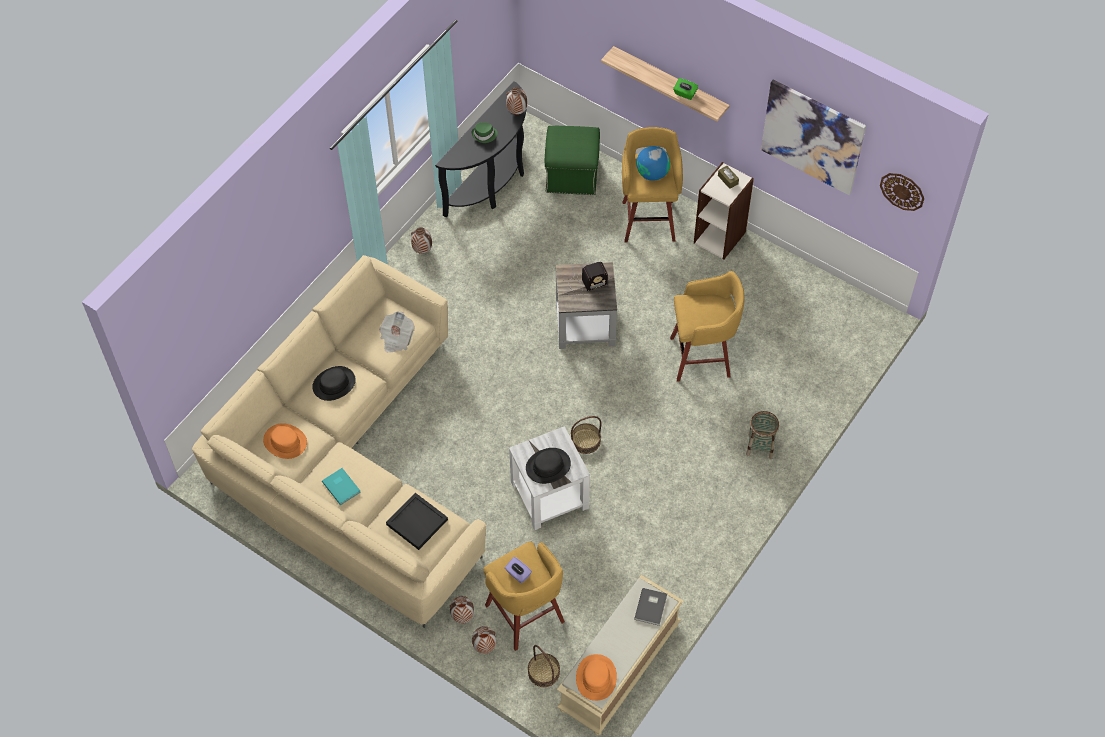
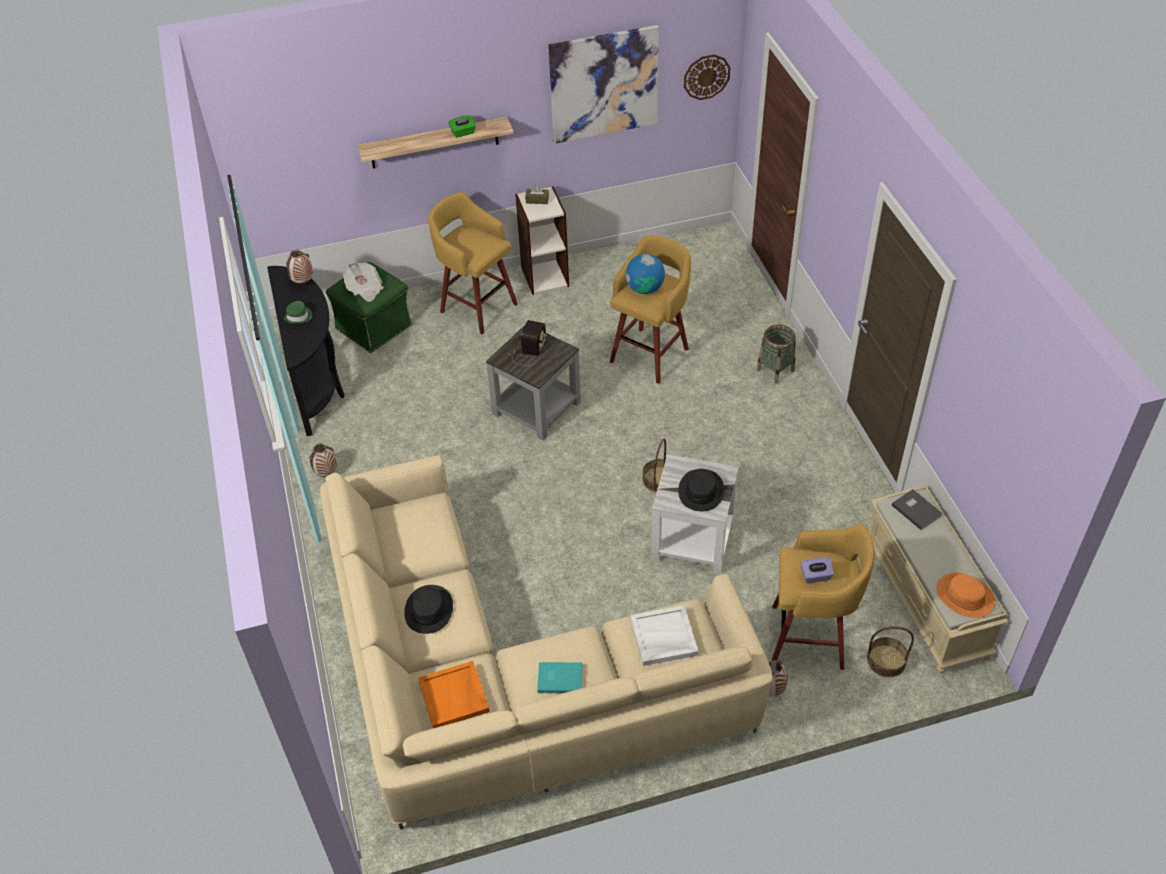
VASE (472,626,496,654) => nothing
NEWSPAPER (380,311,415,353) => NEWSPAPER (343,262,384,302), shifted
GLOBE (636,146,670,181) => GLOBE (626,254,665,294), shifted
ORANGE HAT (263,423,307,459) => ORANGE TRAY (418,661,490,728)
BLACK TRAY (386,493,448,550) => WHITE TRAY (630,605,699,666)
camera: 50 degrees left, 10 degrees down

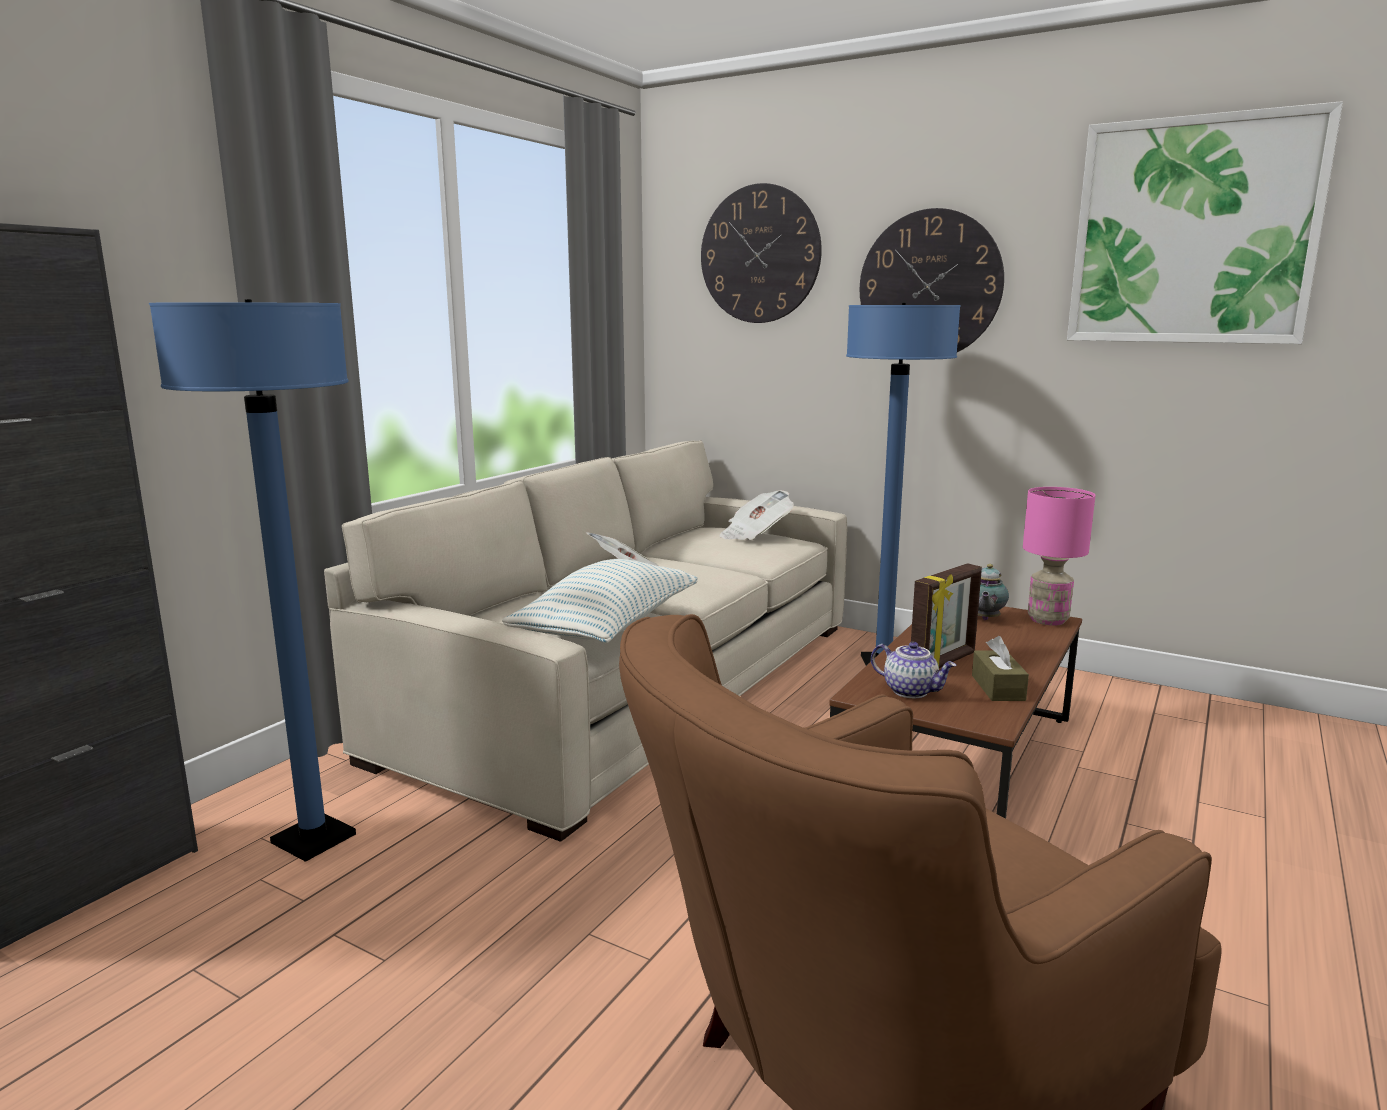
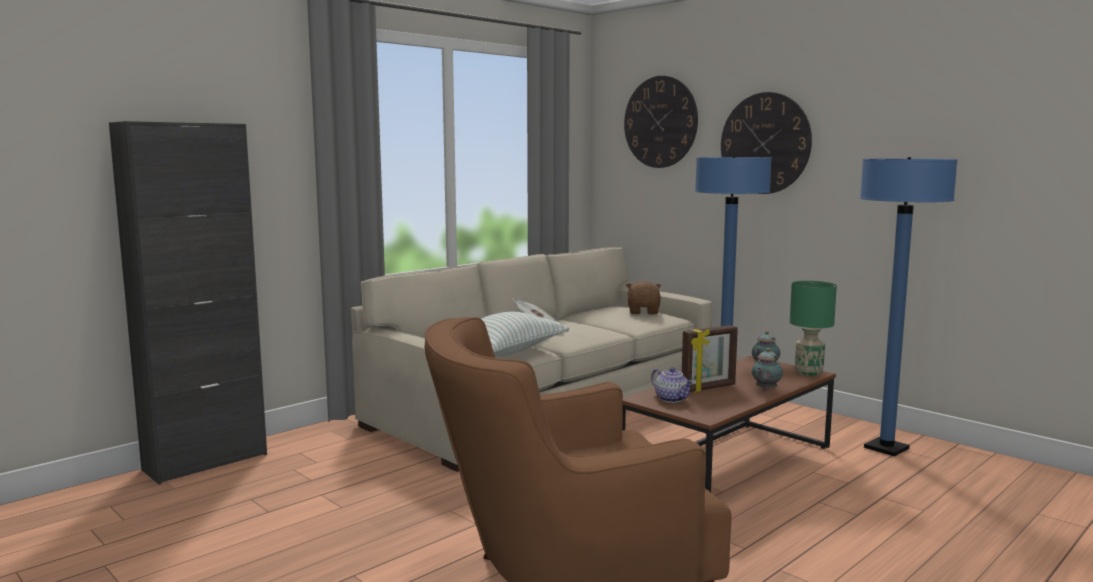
BROWN TISSUE BOX (972,636,1029,701) => nothing
PICTURE (1067,101,1343,344) => nothing
nothing => TEAPOT (752,348,783,391)
BLUE FLOOR LAMP (149,299,356,862) => BLUE FLOOR LAMP (860,157,958,456), shifted
NEWSPAPER (719,490,794,540) => BROWN PLUSH TOY (626,281,661,314)
PINK TABLE LAMP (1023,487,1095,626) => GREEN TABLE LAMP (790,281,837,376)
camera: 15 degrees right, 5 degrees down

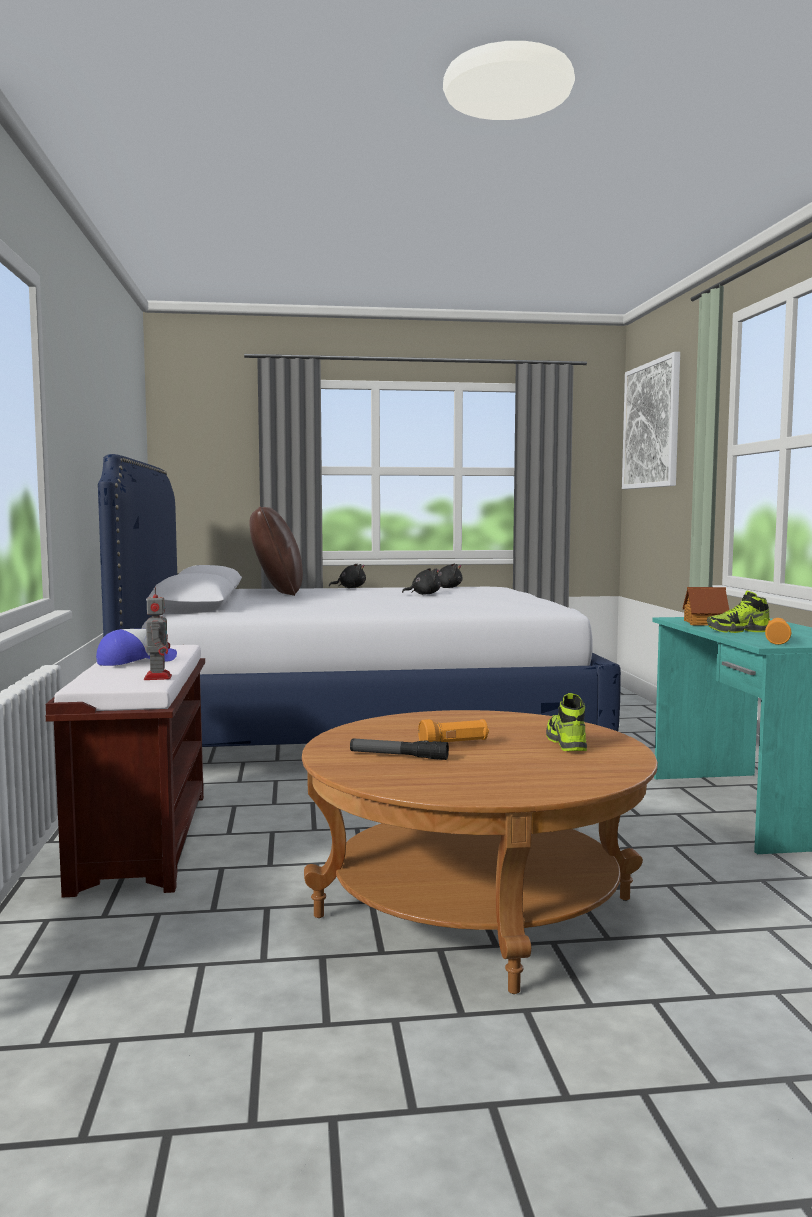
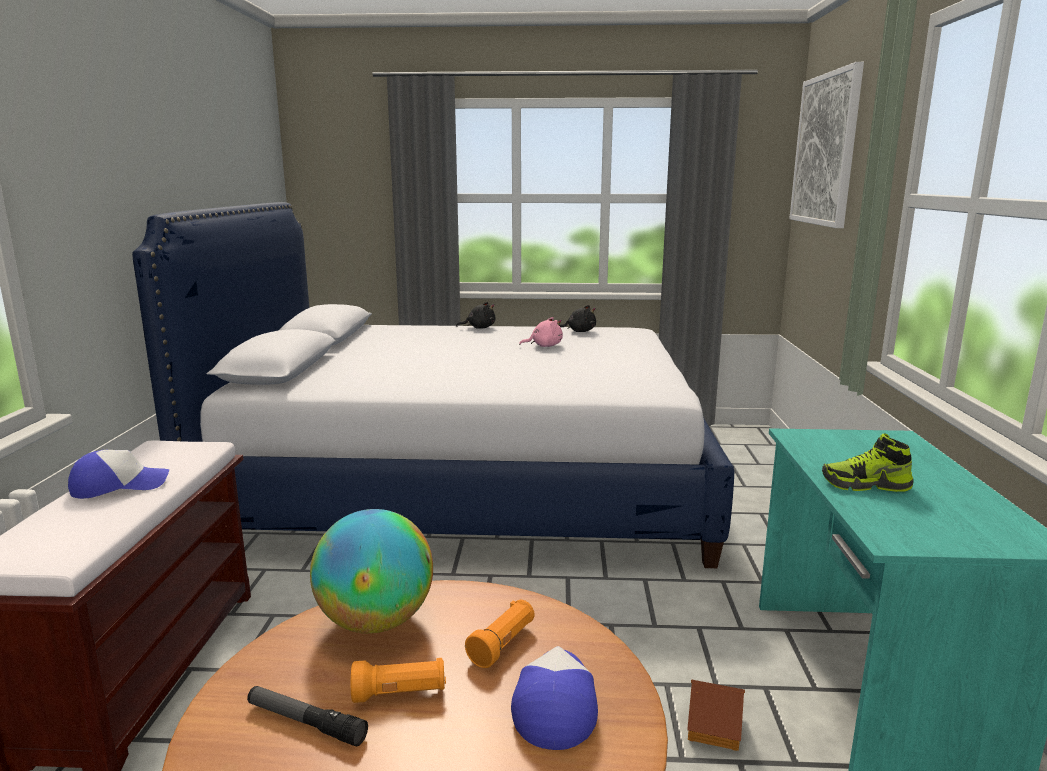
TOY ROBOT (144,587,172,680) => nothing
BROWN PILLOW (249,507,303,596) => nothing
nothing => GLOBE (310,509,433,634)
TOY HOUSE (683,587,729,626) => TOY HOUSE (687,679,745,751), shifted
ORANGE FLASHLIGHT (765,618,791,645) => ORANGE FLASHLIGHT (465,600,535,668), shifted
SHOE (546,693,587,751) => CAP (511,646,598,750)
BLACK PLUSH TOY (402,568,441,595) => PINK PLUSH TOY (519,317,563,347)
camera: 10 degrees right, 10 degrees up

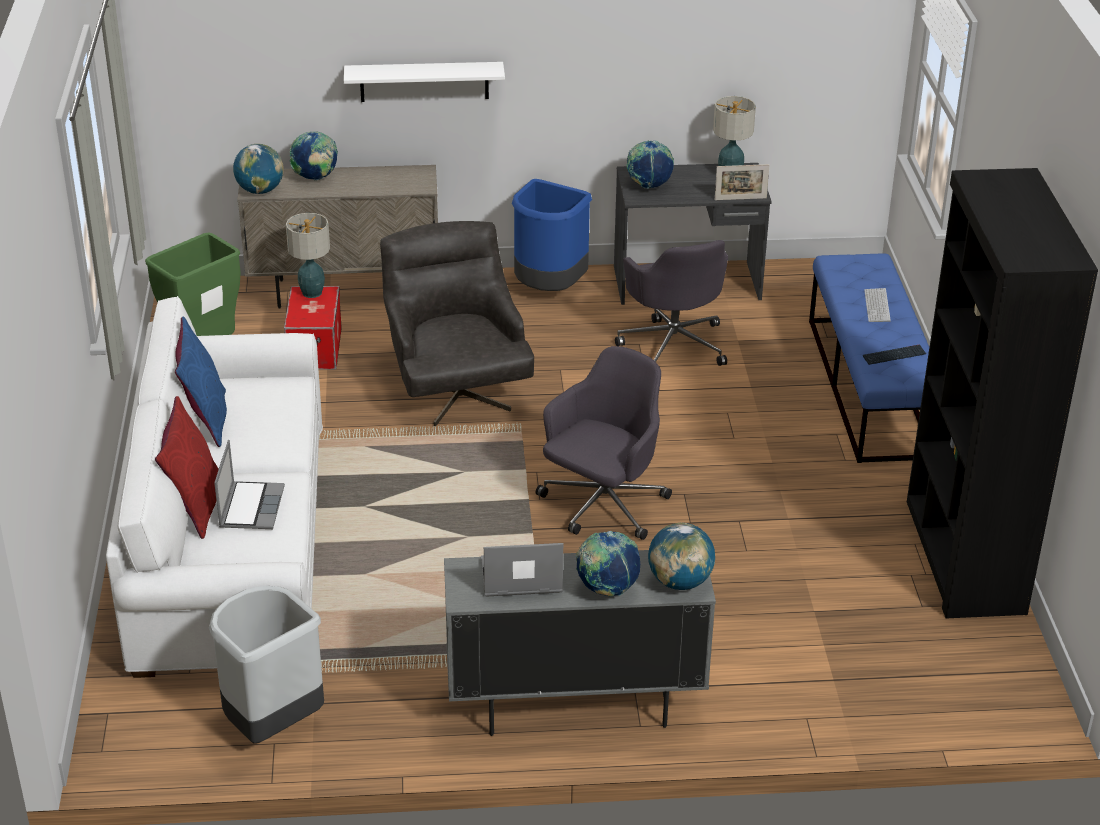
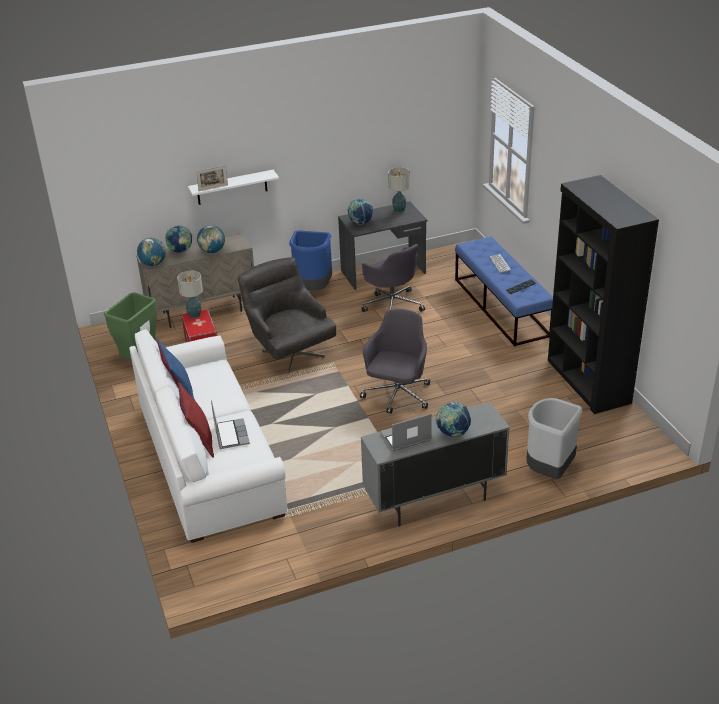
GREY TRASH CAN (209,586,324,743) => GREY TRASH CAN (526,398,582,480), shifted
GLOBE (648,523,715,590) => GLOBE (197,225,225,253), shifted
PICTURE FRAME (715,164,770,200) => PICTURE FRAME (196,165,228,191), shifted
camera: 15 degrees left, 0 degrees up

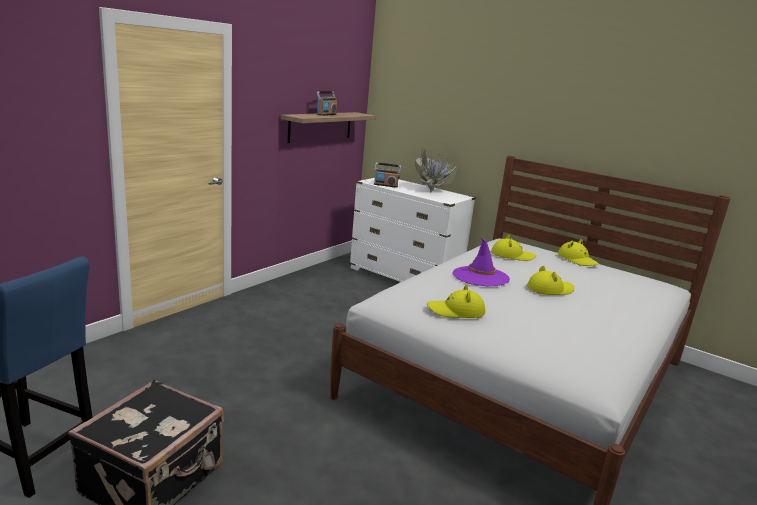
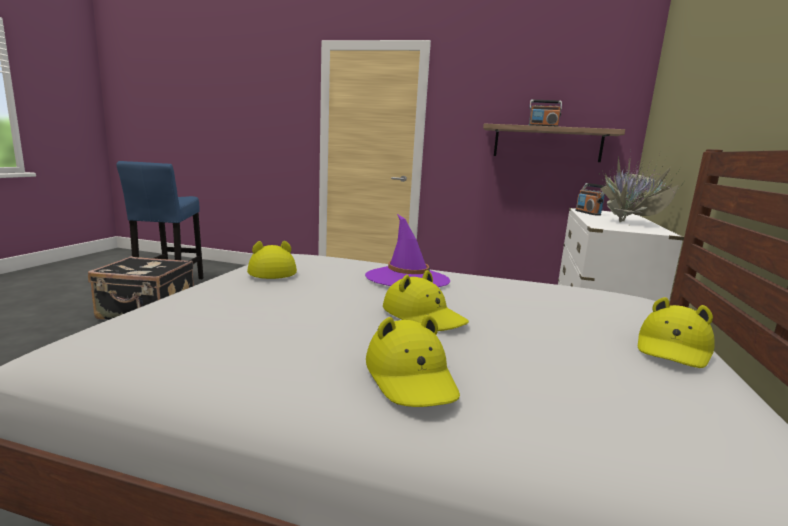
YELLOW HAT (491,234,536,261) => YELLOW HAT (366,314,460,407), shifted
camera: 70 degrees right, 5 degrees down

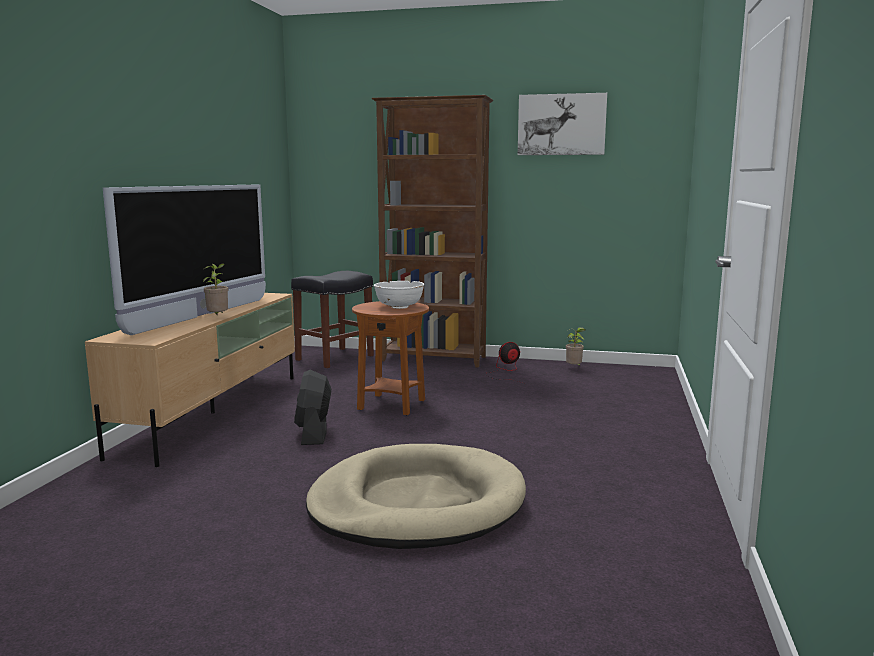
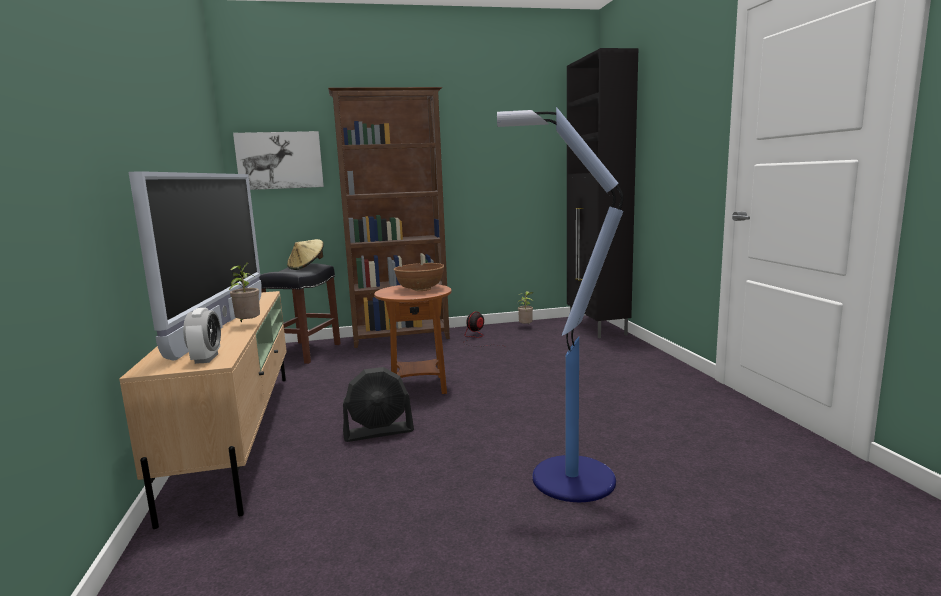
nothing => ALARM CLOCK (183,308,221,364)
nothing => BEIGE HAT (287,239,324,270)
nothing => BLACK CABINET (567,48,638,338)
PICTURE (518,93,607,155) => PICTURE (233,131,324,190), shifted
BEIGE DOG BED (306,444,526,549) => FLOOR LAMP (497,107,623,502)
WHITE BOWL (374,281,424,309) => BROWN BOWL (394,263,444,291)
BLACK FAN (294,370,332,445) => BLACK FAN (343,367,414,442), 75 degrees counterclockwise
camera: 25 degrees left, 0 degrees up

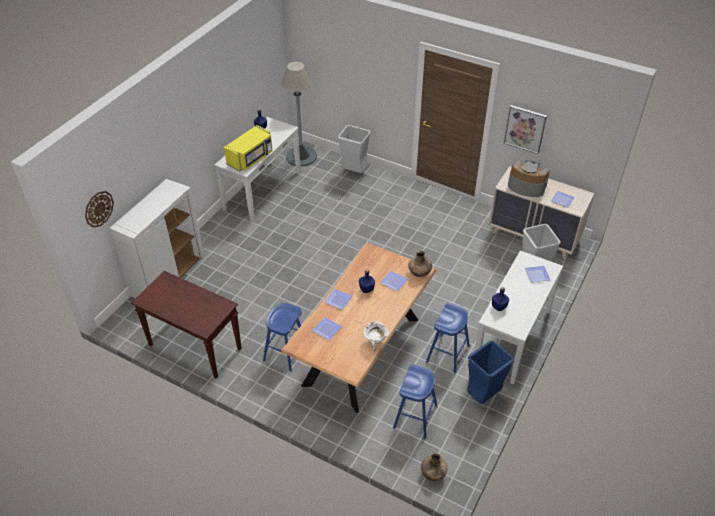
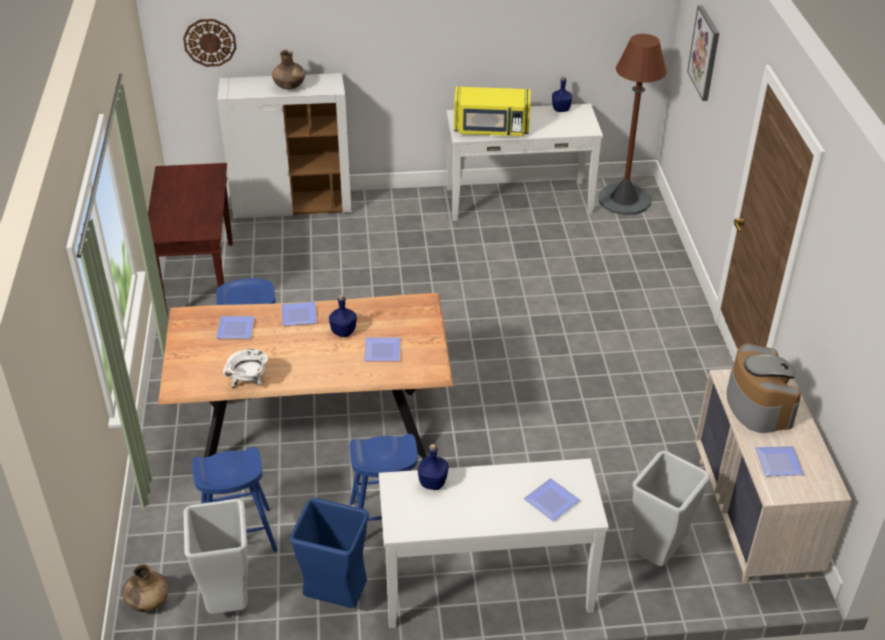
GREY TRASH CAN (338,125,371,173) => GREY TRASH CAN (184,499,248,614), shifted
BROWN VASE (408,251,432,277) => BROWN VASE (272,50,305,90), shifted
PICTURE (504,105,547,154) => PICTURE (687,5,719,101), shifted
GREY FLOOR LAMP (282,62,317,167) => BROWN FLOOR LAMP (598,34,667,215)
camera: 55 degrees right, 5 degrees down

